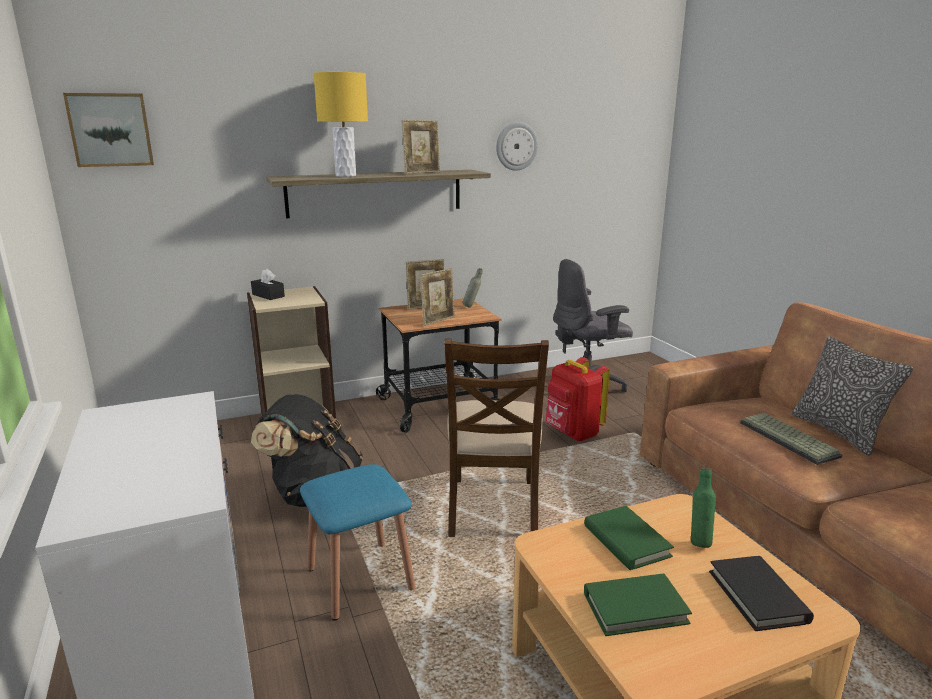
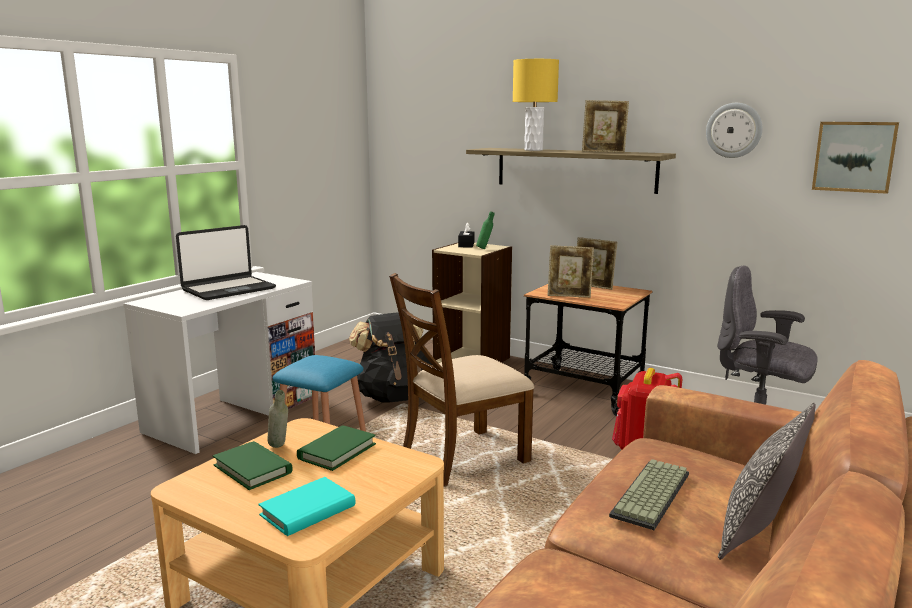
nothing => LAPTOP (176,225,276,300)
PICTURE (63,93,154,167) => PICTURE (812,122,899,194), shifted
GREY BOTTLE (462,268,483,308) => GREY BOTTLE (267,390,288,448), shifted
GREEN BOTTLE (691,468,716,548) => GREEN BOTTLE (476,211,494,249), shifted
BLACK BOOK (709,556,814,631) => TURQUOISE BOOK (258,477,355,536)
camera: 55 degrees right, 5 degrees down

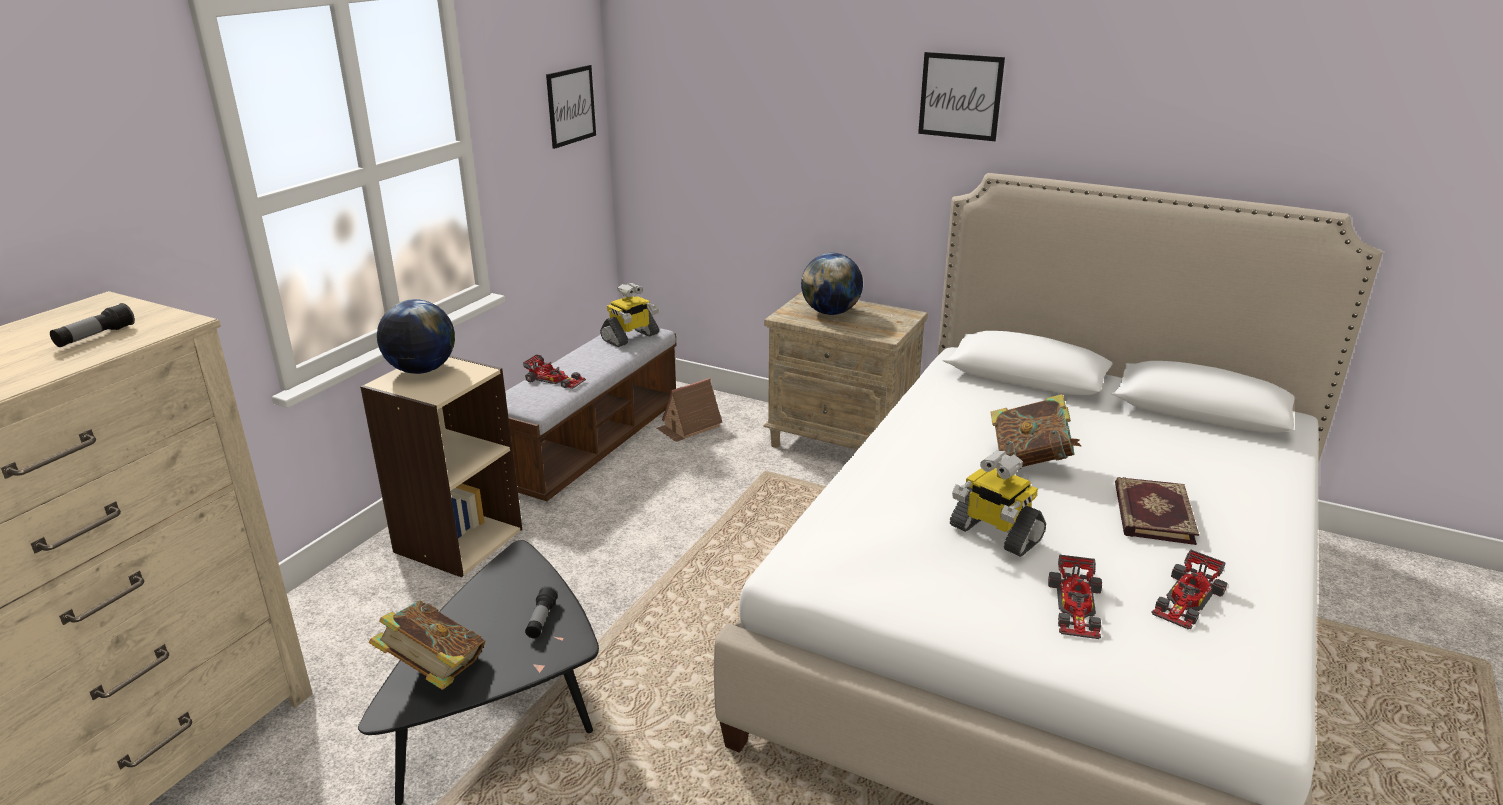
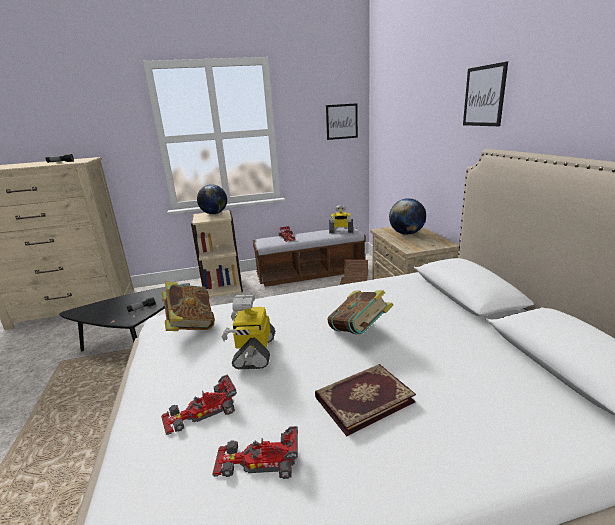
BOOK (369,600,485,690) => BOOK (161,282,215,331), shifted
camera: 50 degrees right, 5 degrees down

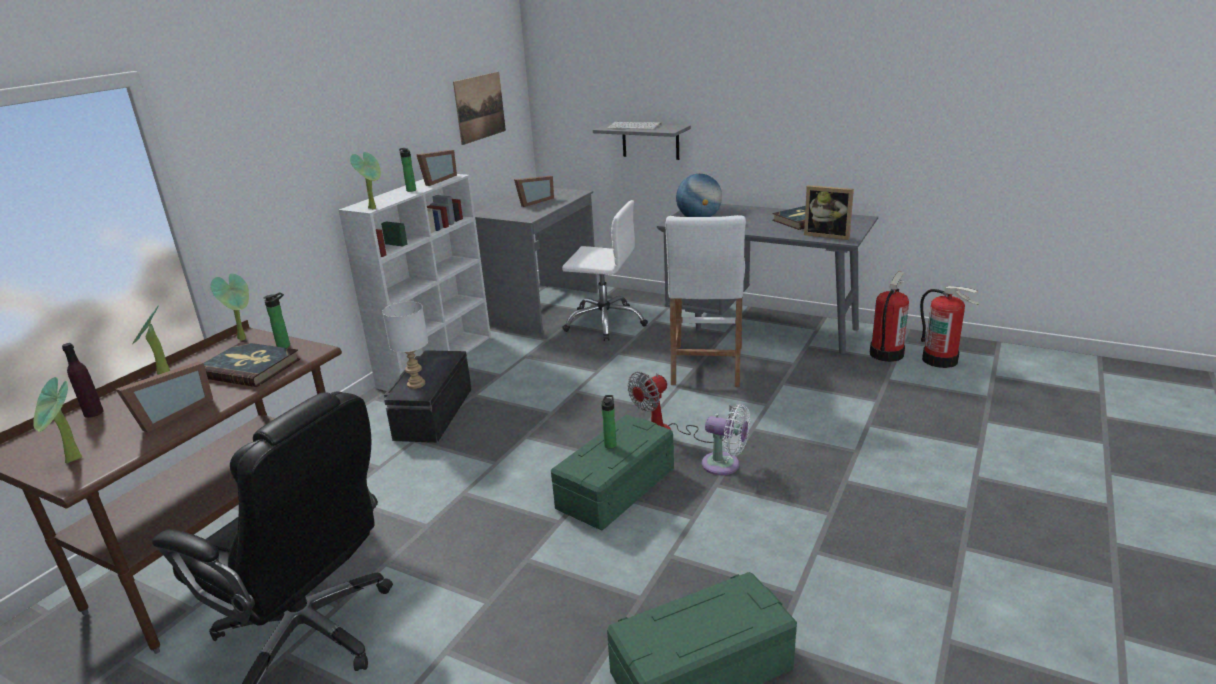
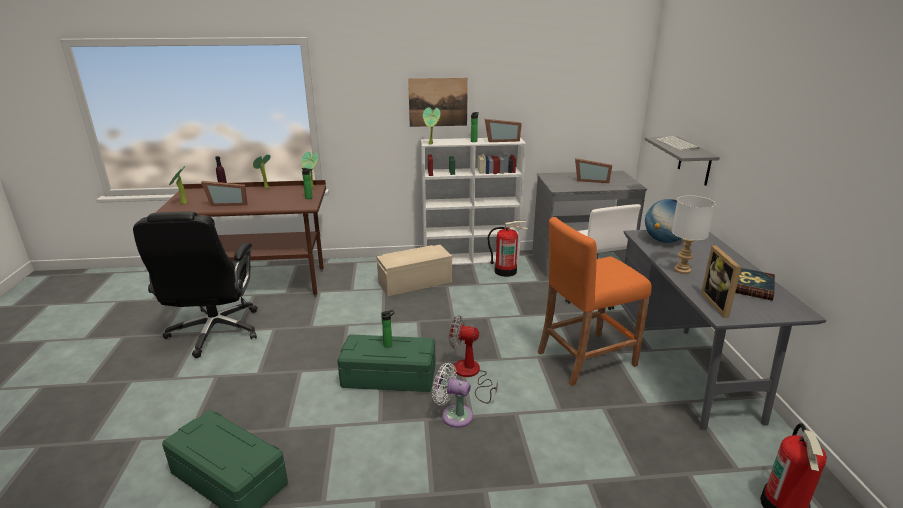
BOOK (204,342,300,387) => nothing
WHITE TABLE LAMP (382,301,428,389) => WHITE TABLE LAMP (672,196,715,274), shifted
PICTURE (453,72,506,145) => PICTURE (408,78,468,127), shifted
FIRE EXTINGUISHER (870,271,909,362) => FIRE EXTINGUISHER (487,220,528,277), shifted
BLACK STORAGE BOX (384,350,472,443) => BEIGE STORAGE BOX (377,245,452,296)
WHITE STOOL (665,215,746,387) => ORANGE STOOL (537,217,652,386)
WHITE FAN (702,404,750,475) => WHITE FAN (432,363,473,428), 120 degrees clockwise
camera: 55 degrees right, 0 degrees up

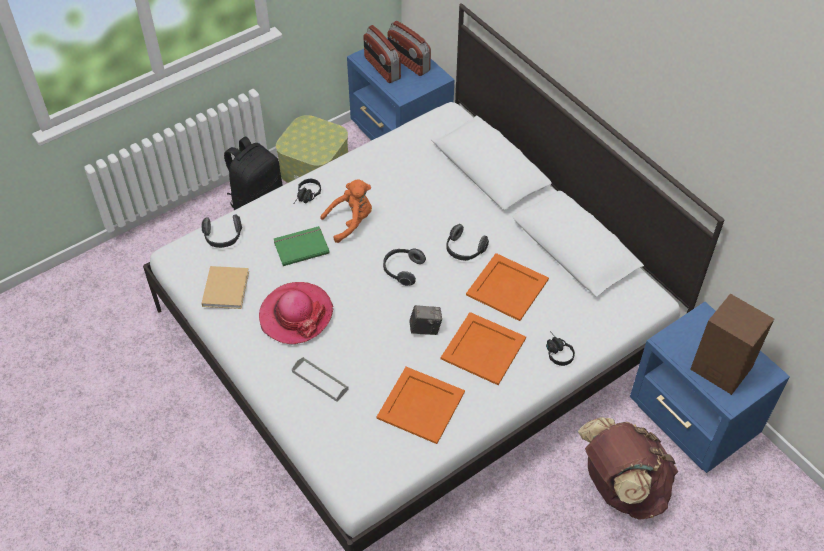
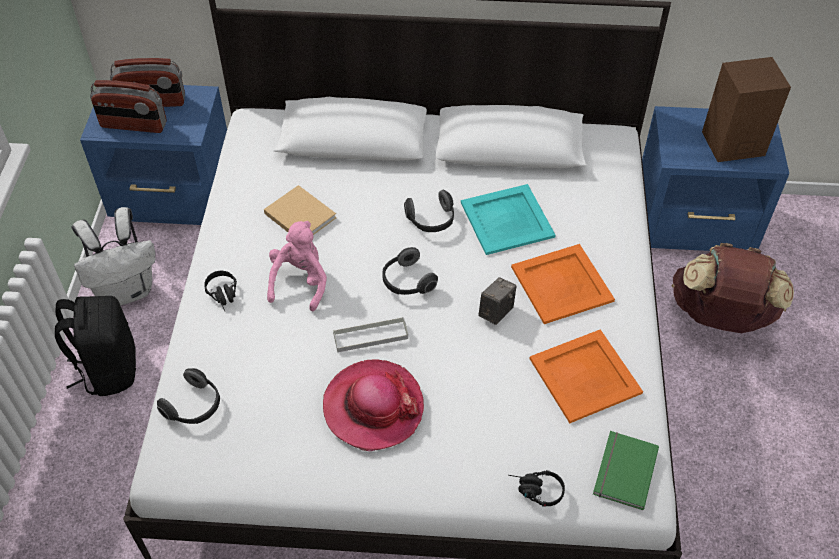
BEIGE BOOK (201,266,249,309) => BEIGE BOOK (264,185,337,235), shifted
GREEN BOOK (274,226,330,266) => GREEN BOOK (593,431,659,510), shifted
GREY TRAY (292,357,349,402) => GREY TRAY (333,317,408,352), shifted
BLACK HEADPHONES (546,331,575,366) => BLACK HEADPHONES (508,470,565,507), shifted
STORAGE BOX (276,115,348,183) => WHITE BACKPACK (71,207,156,306)
ORANGE PLUSH TOY (320,180,372,243) => PINK PLUSH TOY (267,221,327,311)
ORANGE TRAY (466,253,549,321) => TURQUOISE TRAY (461,184,556,255)
camera: 50 degrees left, 0 degrees up

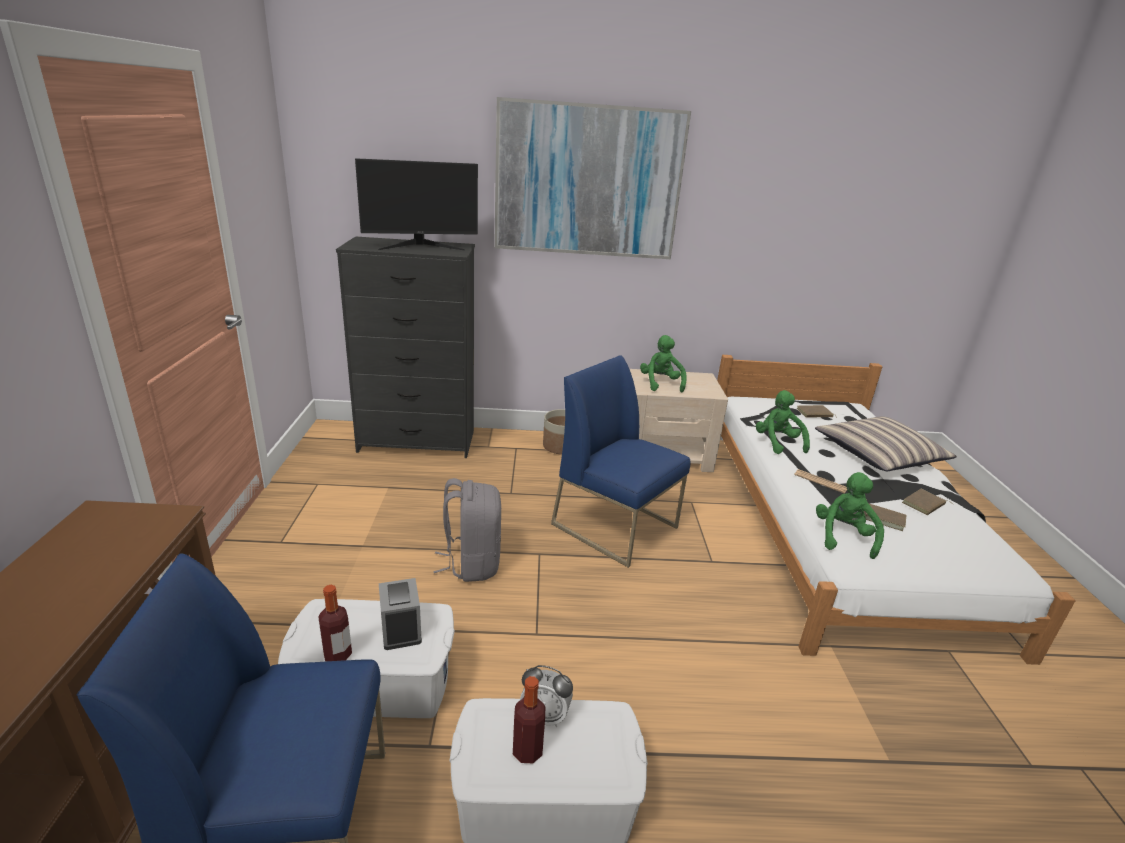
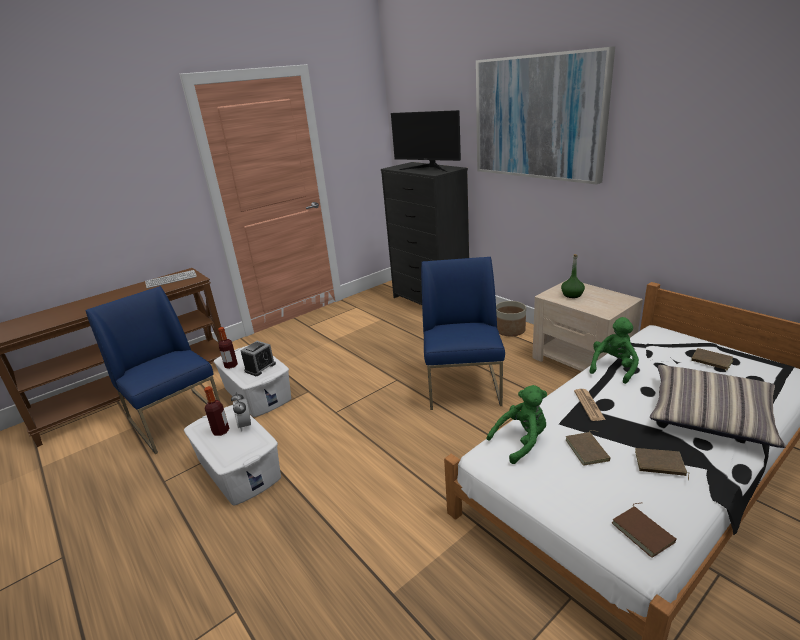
GREY BACKPACK (433,478,501,582) => nothing
nothing => KEYBOARD (145,270,197,288)
nothing => BROWN BOOK (612,503,677,558)
GREEN PLUSH TOY (640,335,687,392) => GREEN BOTTLE (561,254,585,298)
camera: 55 degrees right, 0 degrees up

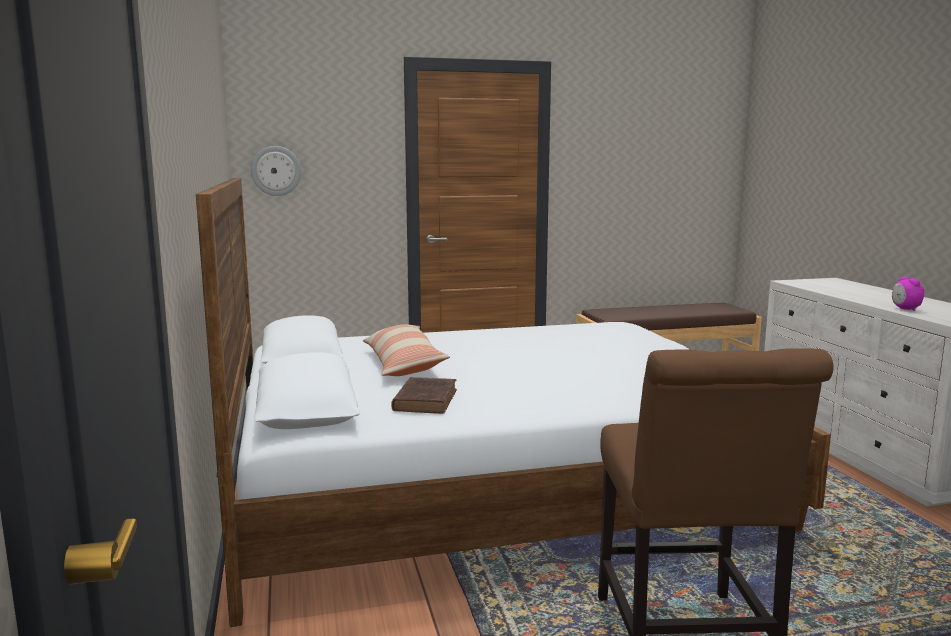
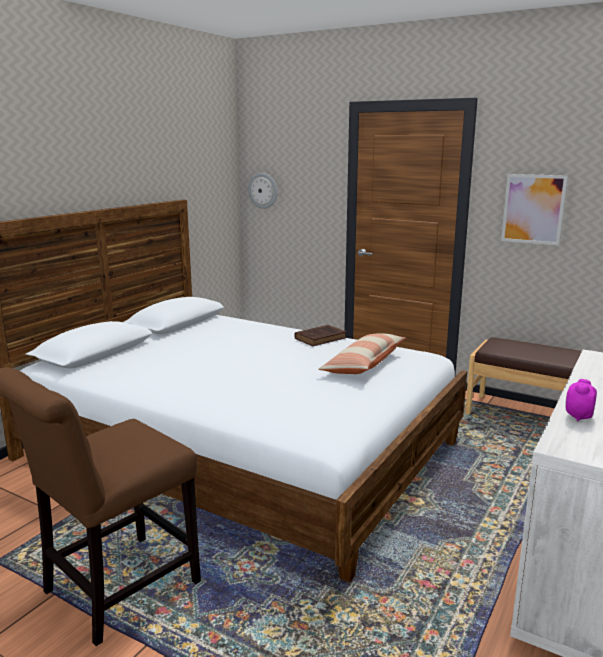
nothing => PICTURE (501,174,568,246)
PILLOW (363,324,450,376) => PILLOW (318,333,406,374), shifted
BROWN BOOK (391,377,457,414) => BROWN BOOK (294,325,346,346), shifted
camera: 45 degrees right, 5 degrees up

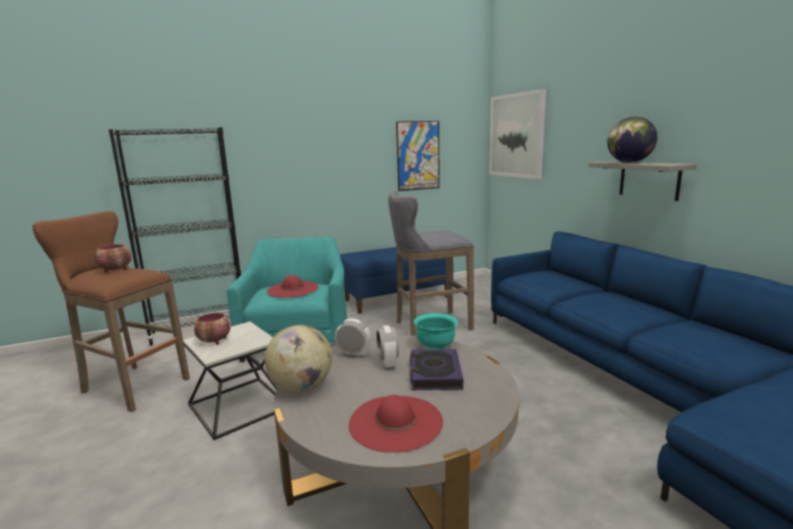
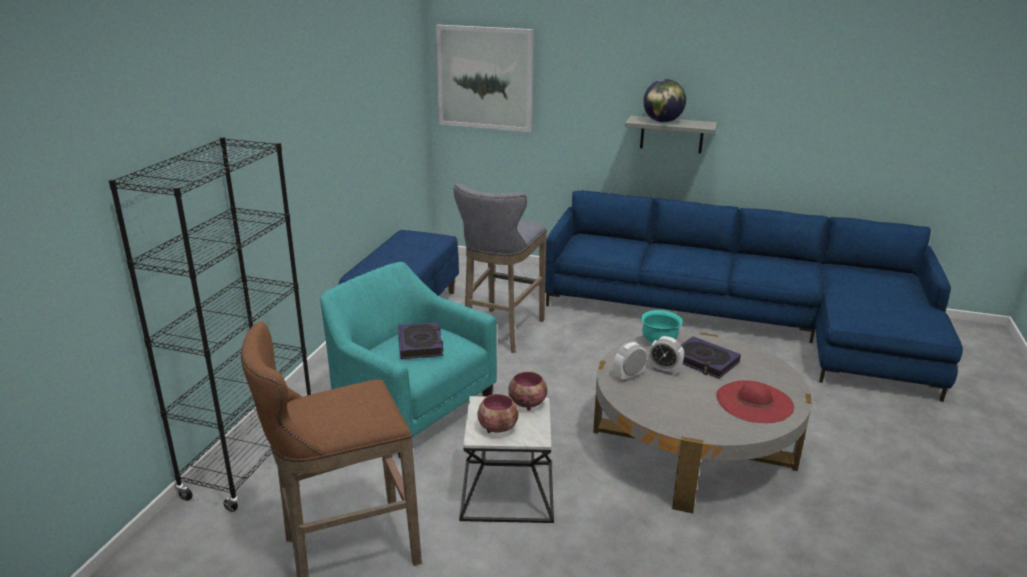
GLOBE (265,325,332,393) => nothing
PICTURE (396,121,440,191) => nothing
BOWL (95,244,132,272) => BOWL (508,371,547,411), shifted
RED HAT (267,275,319,298) => BOOK (398,322,443,359)
camera: 50 degrees left, 10 degrees up

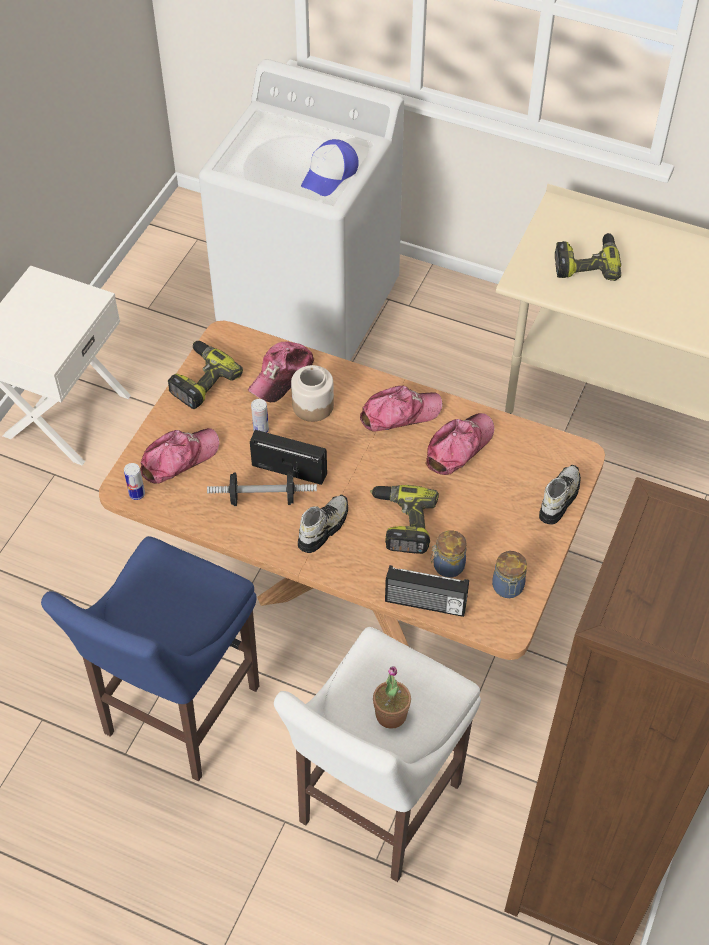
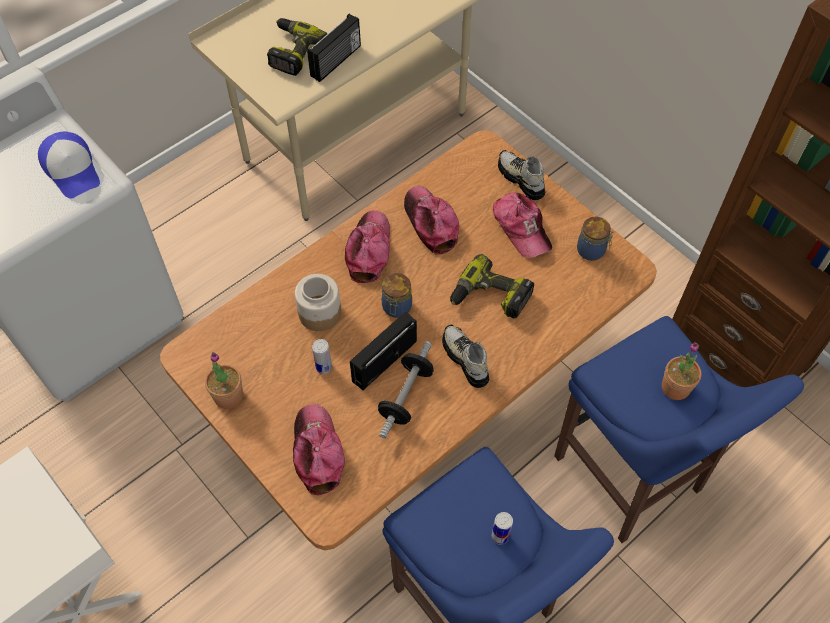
CAN (124,463,145,500) => CAN (492,512,513,545), shifted
CAP (248,341,314,402) => CAP (493,193,552,258), shifted
RADIO (385,565,469,617) => RADIO (307,14,361,82), shifted
JAR (430,530,467,578) => JAR (382,273,412,318), shifted
POWER DRILL (168,341,243,409) => POTTED PLANT (205,352,243,409)
WHITE STOOL (274,627,481,882) => BLUE STOOL (554,316,804,543)
camera: 65 degrees left, 5 degrees up

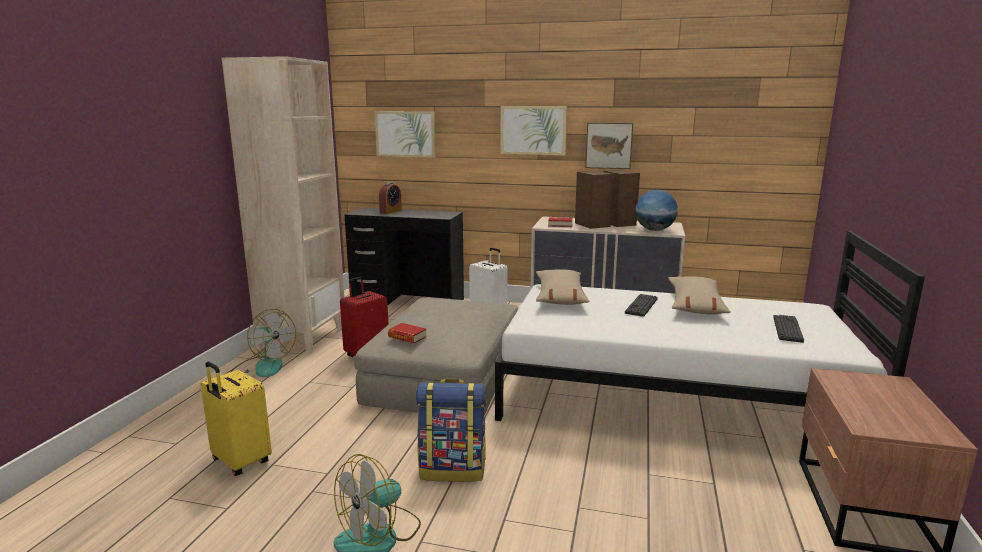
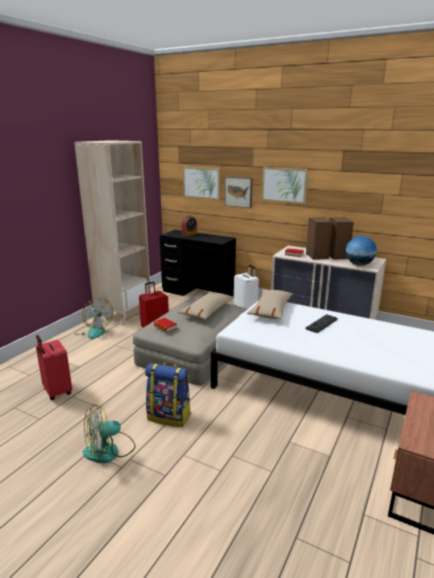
KEYBOARD (773,315,804,343) => nothing
PICTURE (585,123,633,169) => PICTURE (225,177,253,208), shifted
BEIGE PILLOW (668,276,731,314) => BEIGE PILLOW (178,292,234,319), shifted
YELLOW SUITCASE (200,362,272,476) => RED SUITCASE (36,335,72,400)
camera: 15 degrees right, 5 degrees up

